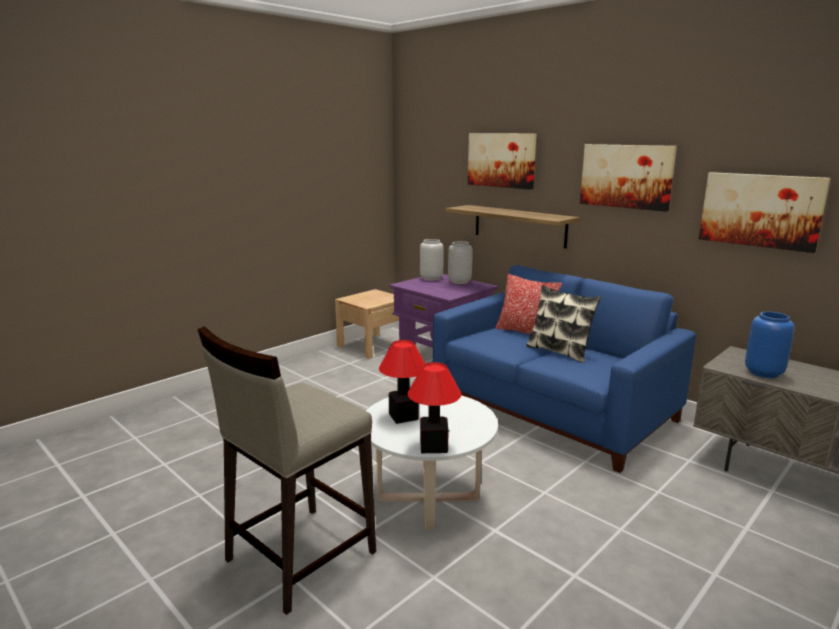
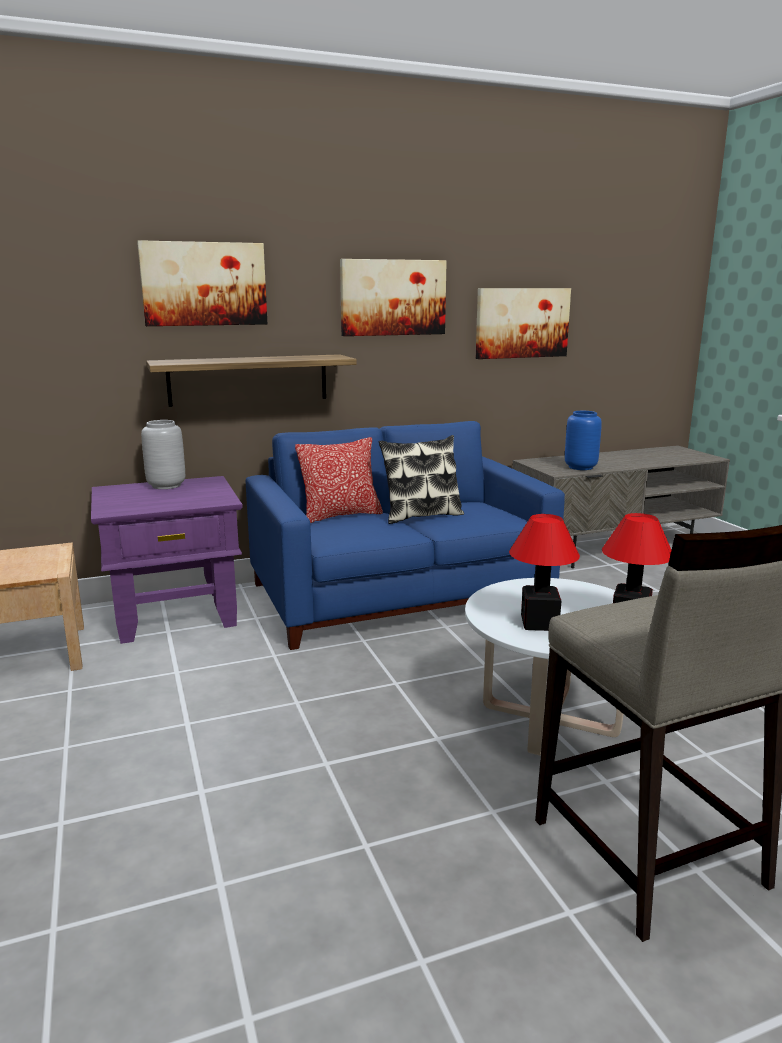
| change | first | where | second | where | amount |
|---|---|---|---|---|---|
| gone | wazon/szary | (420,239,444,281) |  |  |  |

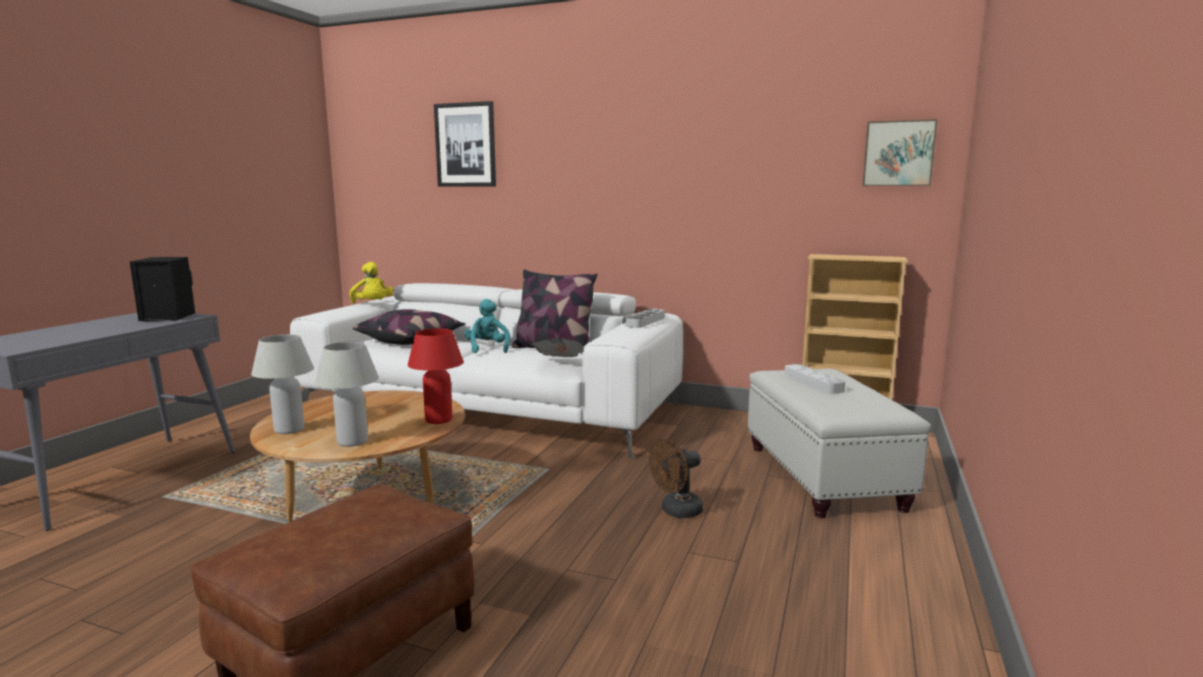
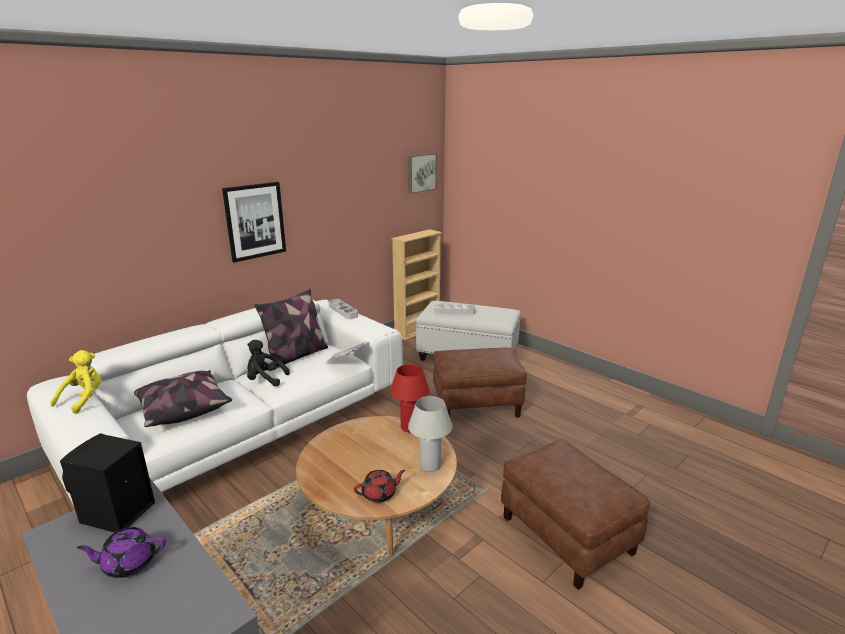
| change | first | where | second | where | amount |
|---|---|---|---|---|---|
| rotated | pluszak/żółty | (350,262,393,303) |  | (50,350,102,414) | 60 degrees counterclockwise |
| new |  |  | imbryk/fioletowy | (77,527,166,578) |  |
| shifted | obraz | (434,101,496,187) |  | (222,182,286,263) |  |
| repainted | pluszak/turkusowy | (464,299,510,353) | pluszak/czarny | (247,340,290,387) |  |
| swapped | lampa stołowa/biały | (251,334,314,434) | imbryk/czerwony | (354,470,405,503) |  |
| swapped | wentylator/brązowy | (649,438,703,518) | pufa/brązowy | (433,347,527,418) |  |

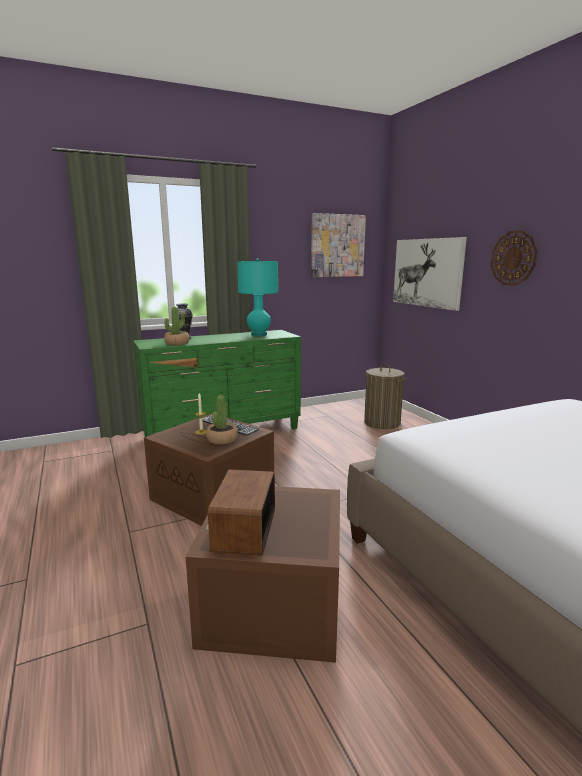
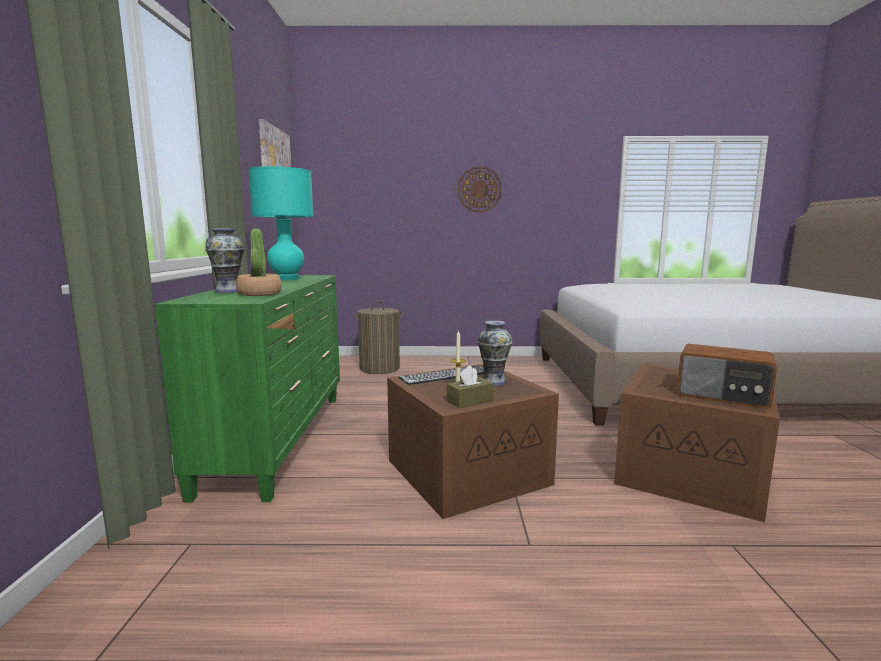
| change | first | where | second | where | amount |
|---|---|---|---|---|---|
| new |  |  | pudełko chusteczek/brązowy | (447,365,494,408) |  |
| swapped | roślina doniczkowa | (206,395,238,444) | wazon | (478,320,513,386) |  |
| gone | obraz | (393,237,467,311) |  |  |  |

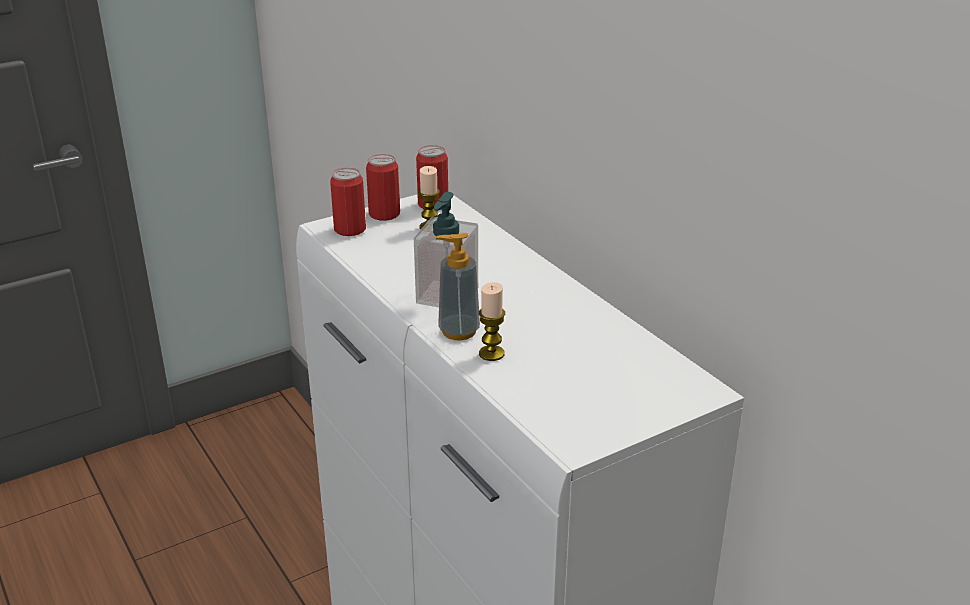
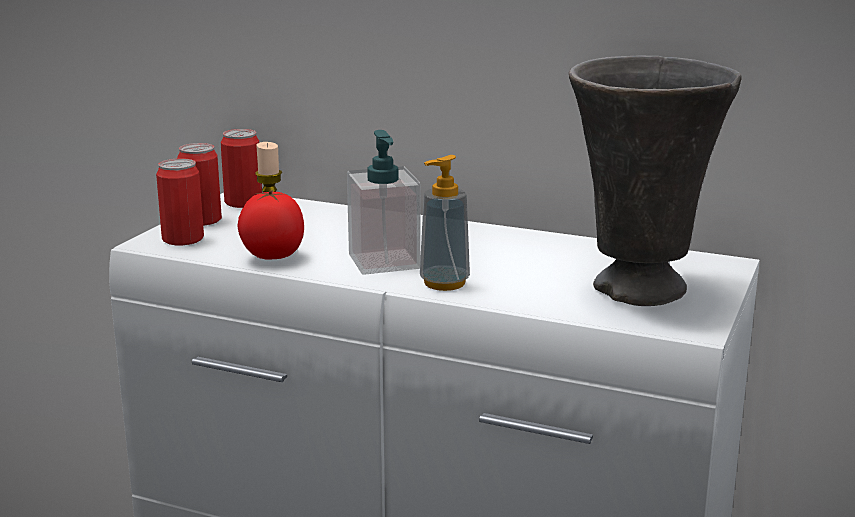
| change | first | where | second | where | amount |
|---|---|---|---|---|---|
| new |  |  | pomidor | (238,190,304,260) |  |
| new |  |  | wazon/szary | (569,55,742,306) |  |
| gone | świeca | (479,282,505,361) |  |  |  |

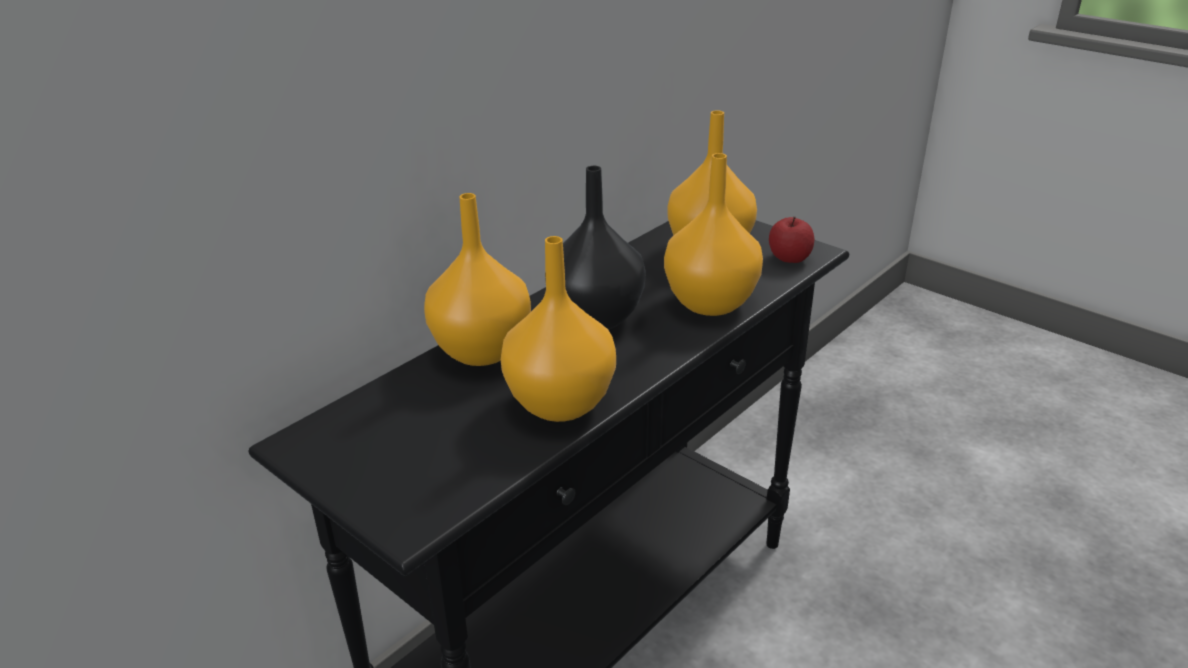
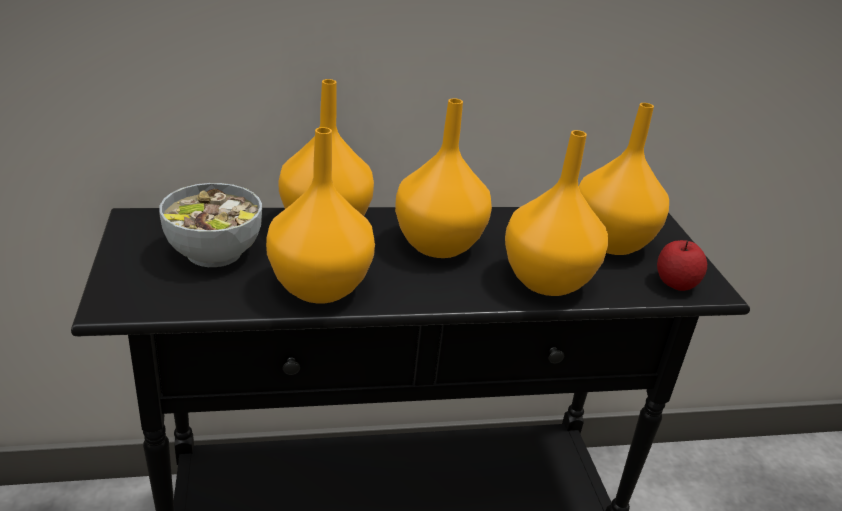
| change | first | where | second | where | amount |
|---|---|---|---|---|---|
| new |  |  | miska | (159,183,262,267) |  |
| repainted | wazon/czarny | (545,166,646,329) | wazon/pomarańczowy | (395,98,492,258) |  |

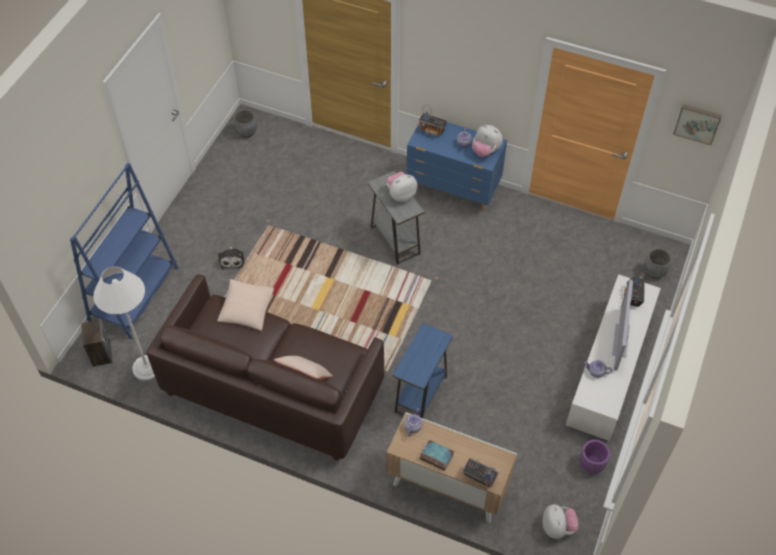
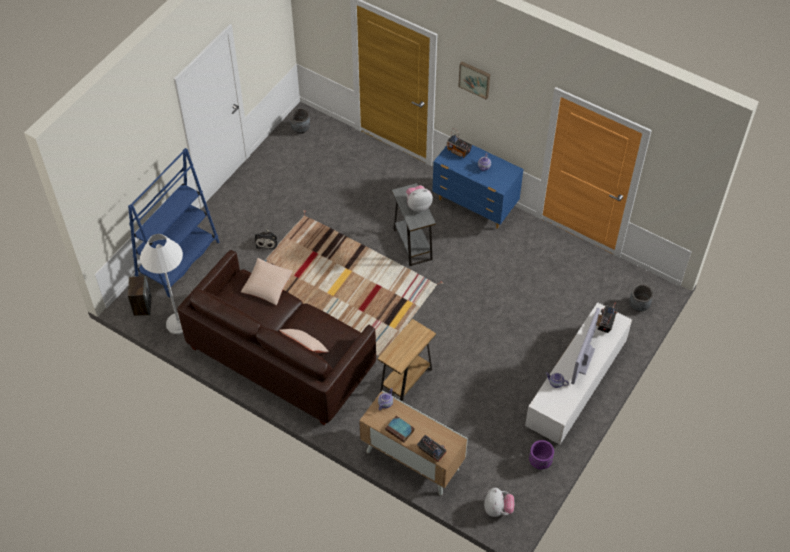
| change | first | where | second | where | amount |
|---|---|---|---|---|---|
| repainted | stolik/niebieski | (392,323,453,418) | stolik/brązowy | (377,319,436,402) |  |
| shifted | obraz | (673,104,722,145) |  | (458,62,490,99) |  |
| gone | pluszak | (472,125,503,157) |  |  |  |

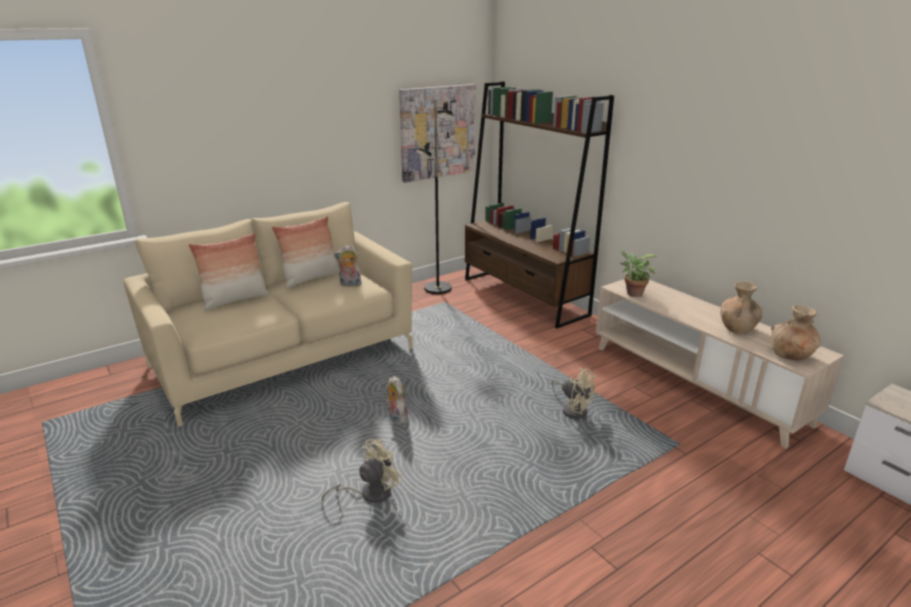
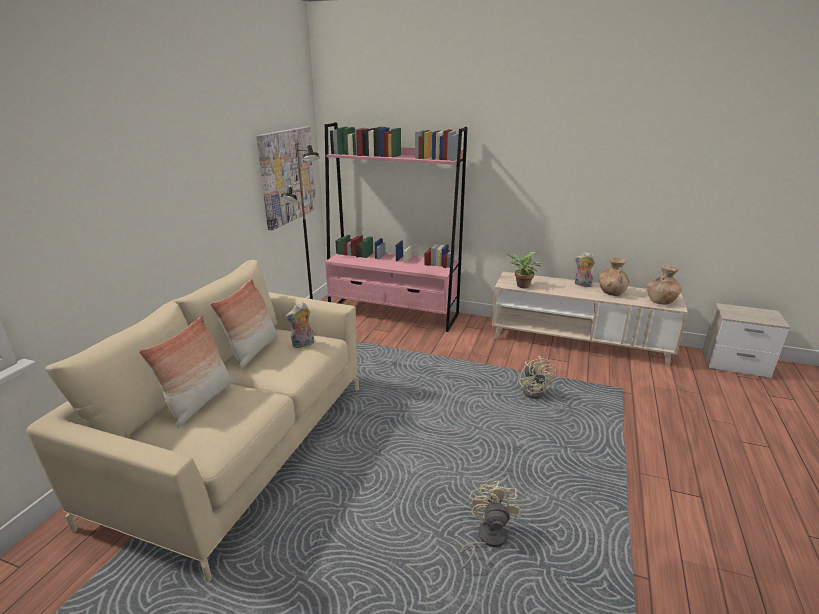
| change | first | where | second | where | amount |
|---|---|---|---|---|---|
| repainted | regał/brązowy | (465,81,614,328) | regał/różowy | (325,122,467,332) |  |
| rotated | wentylator/beżowy | (551,368,596,419) |  | (519,356,556,399) | 75 degrees clockwise |
| shifted | pluszak | (386,376,408,424) |  | (575,252,595,287) |  |

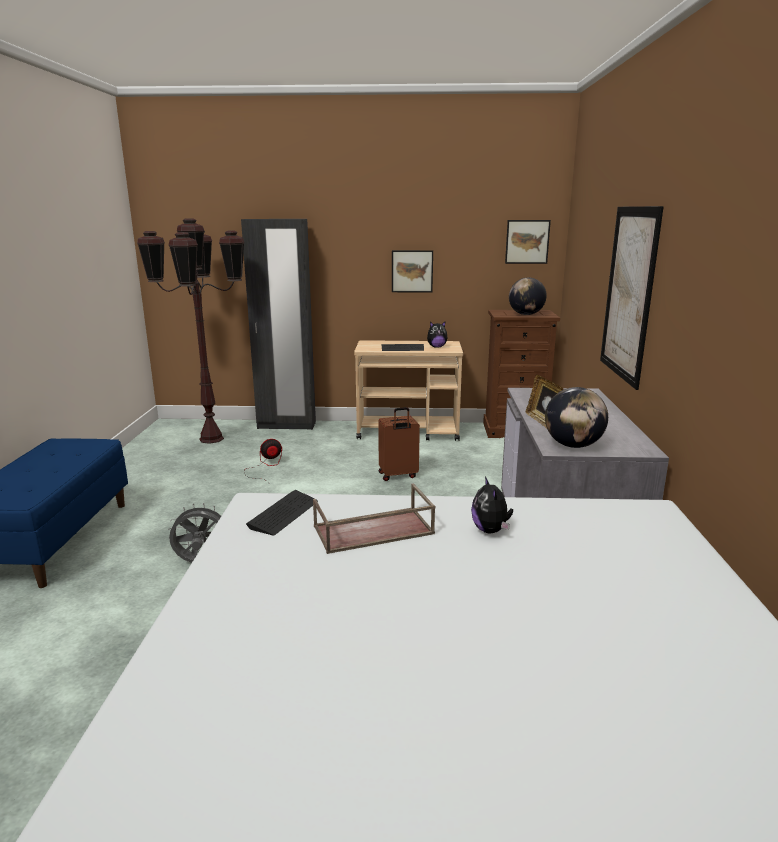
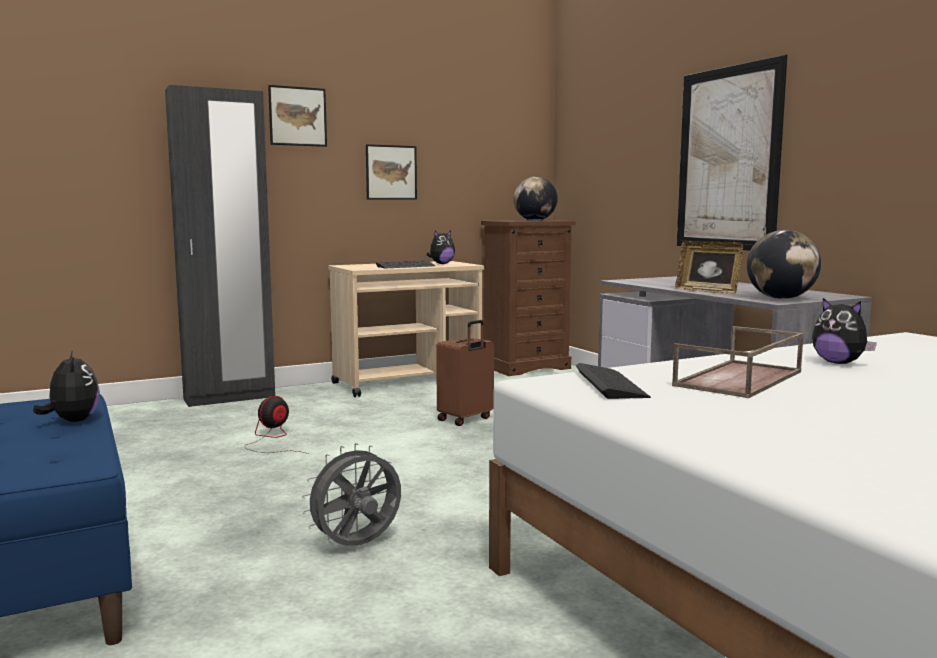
| change | first | where | second | where | amount |
|---|---|---|---|---|---|
| new |  |  | pluszak | (33,350,100,422) |  |
| shifted | obraz | (505,220,551,264) |  | (268,85,327,147) |  |
| gone | lampa stojąca/brązowy | (137,218,244,444) |  |  |  |

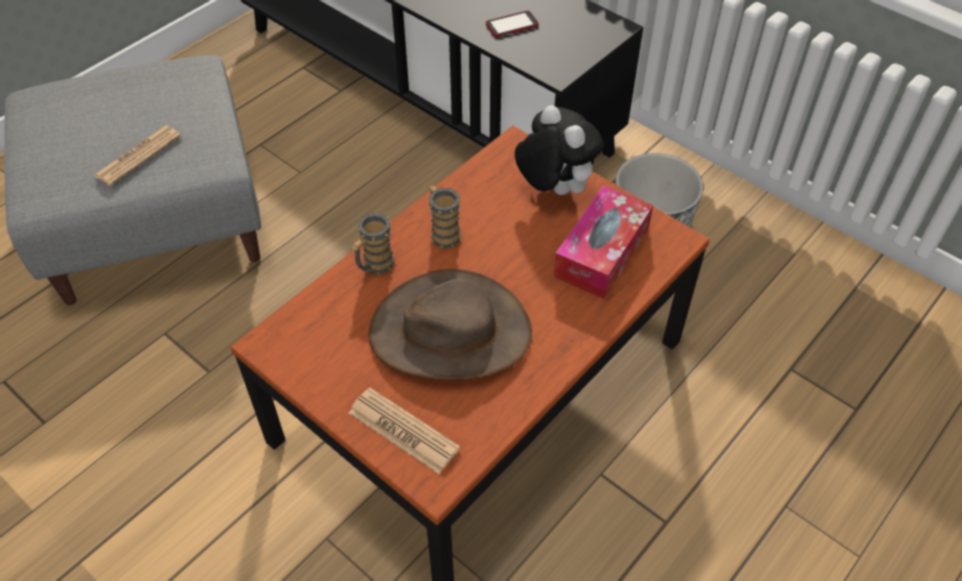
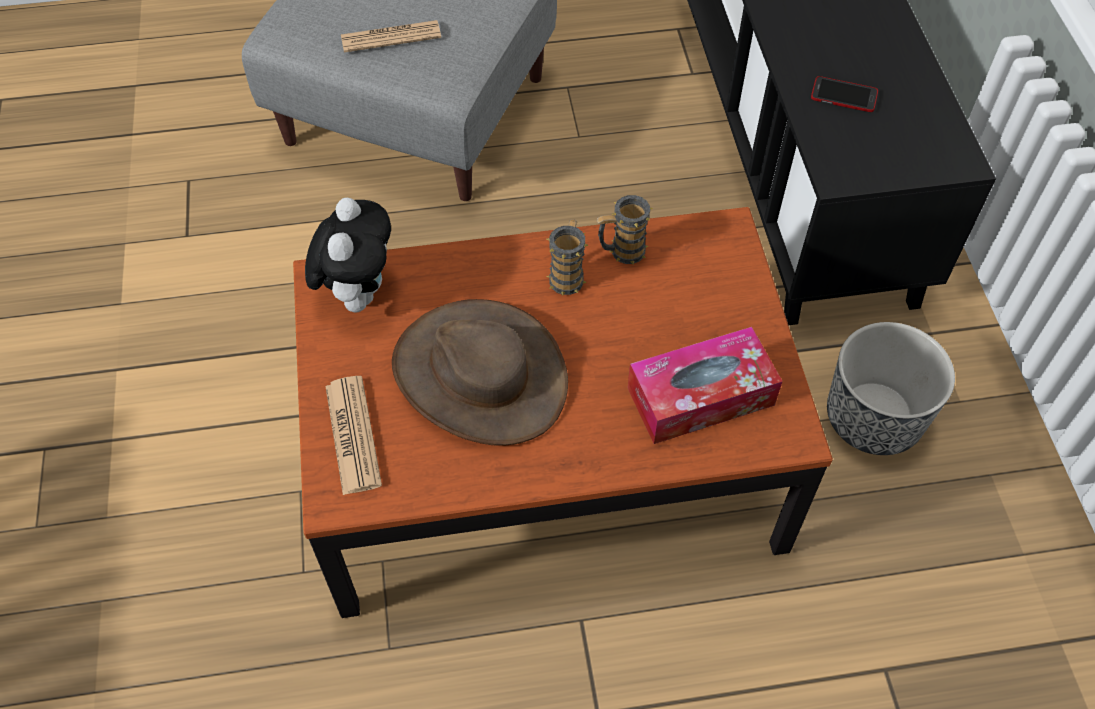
| change | first | where | second | where | amount |
|---|---|---|---|---|---|
| shifted | pluszak | (515,105,604,195) |  | (305,198,391,312) |  |
| shifted | kubek | (351,213,396,275) |  | (597,195,653,265) |  |

